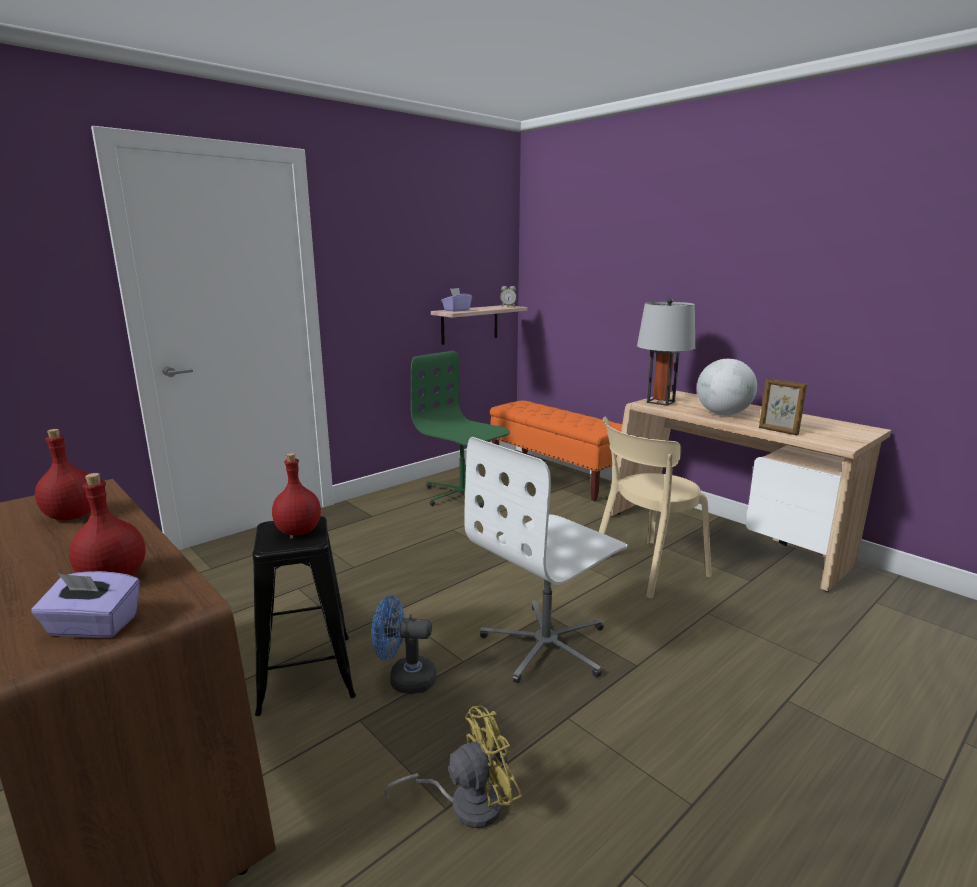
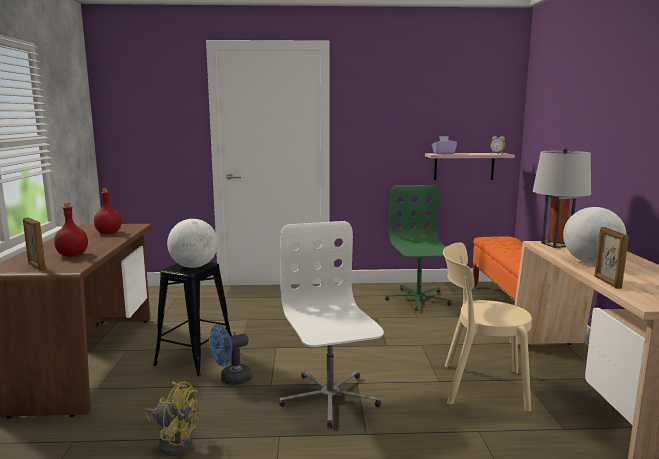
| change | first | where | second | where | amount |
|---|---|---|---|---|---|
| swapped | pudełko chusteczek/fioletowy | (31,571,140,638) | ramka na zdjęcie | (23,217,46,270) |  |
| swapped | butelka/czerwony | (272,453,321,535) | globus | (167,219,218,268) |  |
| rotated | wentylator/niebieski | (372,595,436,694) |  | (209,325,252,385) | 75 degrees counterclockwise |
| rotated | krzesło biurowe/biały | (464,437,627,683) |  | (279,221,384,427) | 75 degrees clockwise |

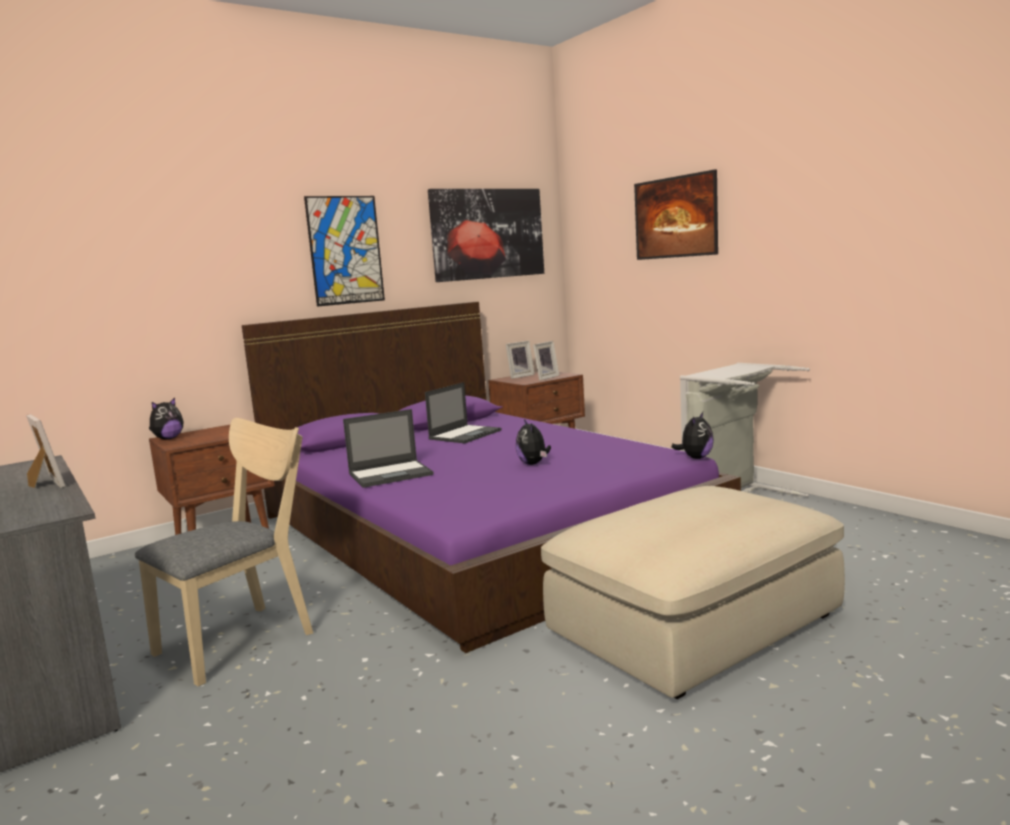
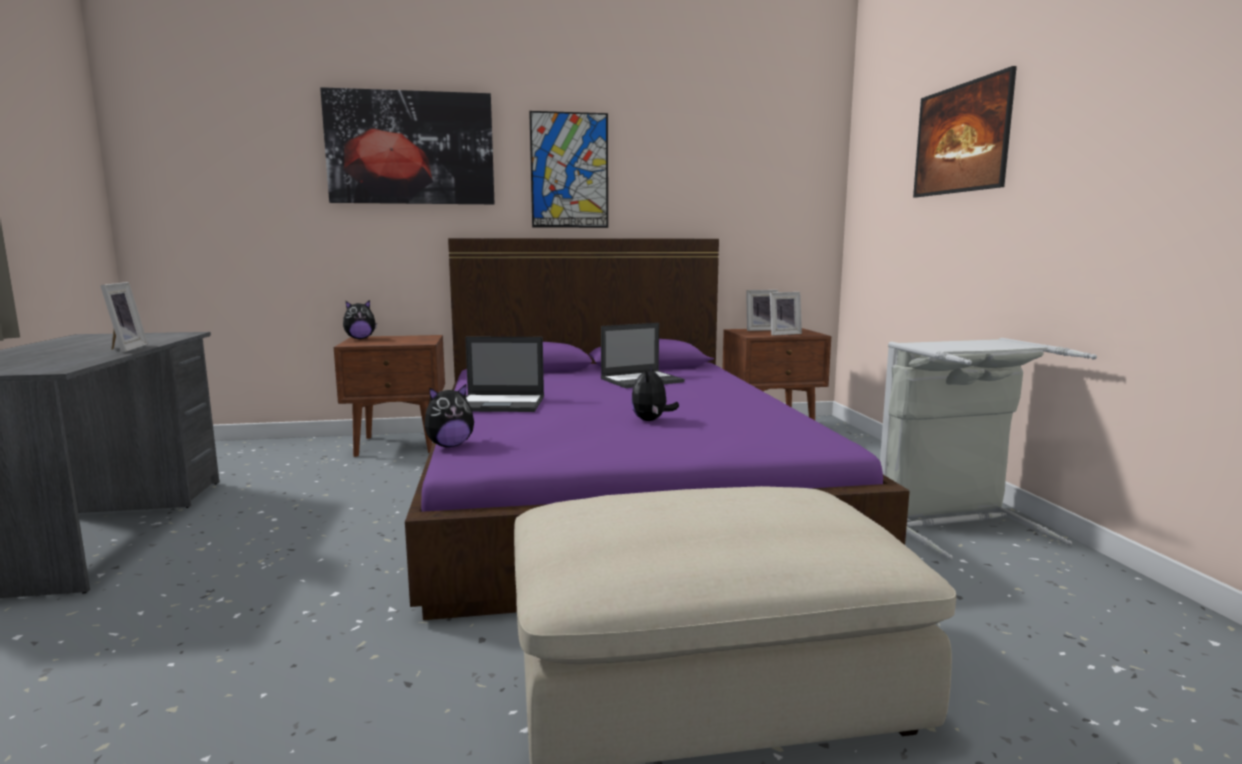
| change | first | where | second | where | amount |
|---|---|---|---|---|---|
| shifted | obraz | (428,189,544,282) |  | (320,87,495,204) |  |
| shifted | pluszak | (671,412,714,459) |  | (425,384,474,447) |  |
| gone | krzesło/beżowy | (135,418,313,686) |  |  |  |

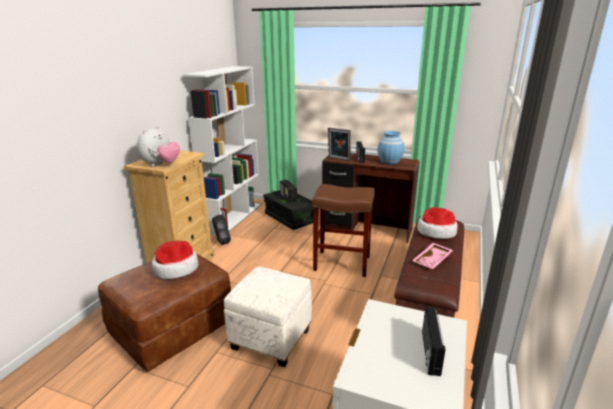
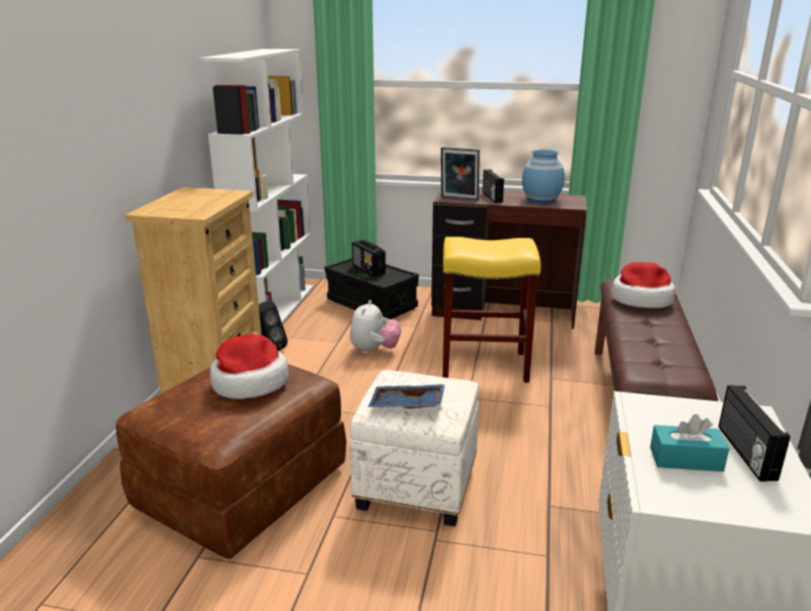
| change | first | where | second | where | amount |
|---|---|---|---|---|---|
| shifted | pluszak | (137,126,180,167) |  | (350,300,401,354) |  |
| new |  |  | taca/niebieski | (368,384,445,409) |  |
| repainted | stołek/brązowy | (312,184,375,277) | stołek/żółty | (443,237,541,383) |  |
| new |  |  | pudełko chusteczek/turkusowy | (650,414,729,472) |  |
| gone | taca/różowy | (412,243,453,269) |  |  |  |

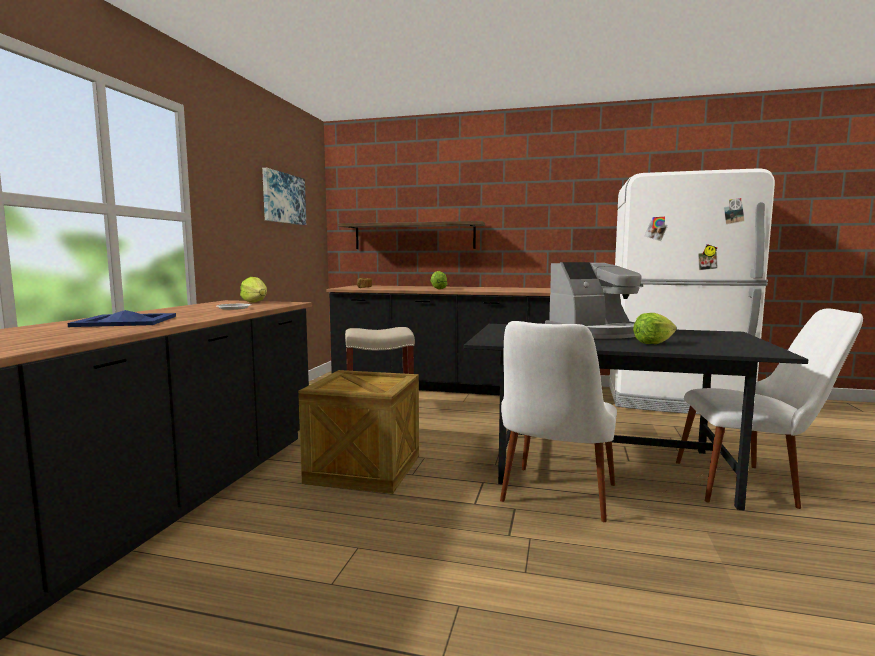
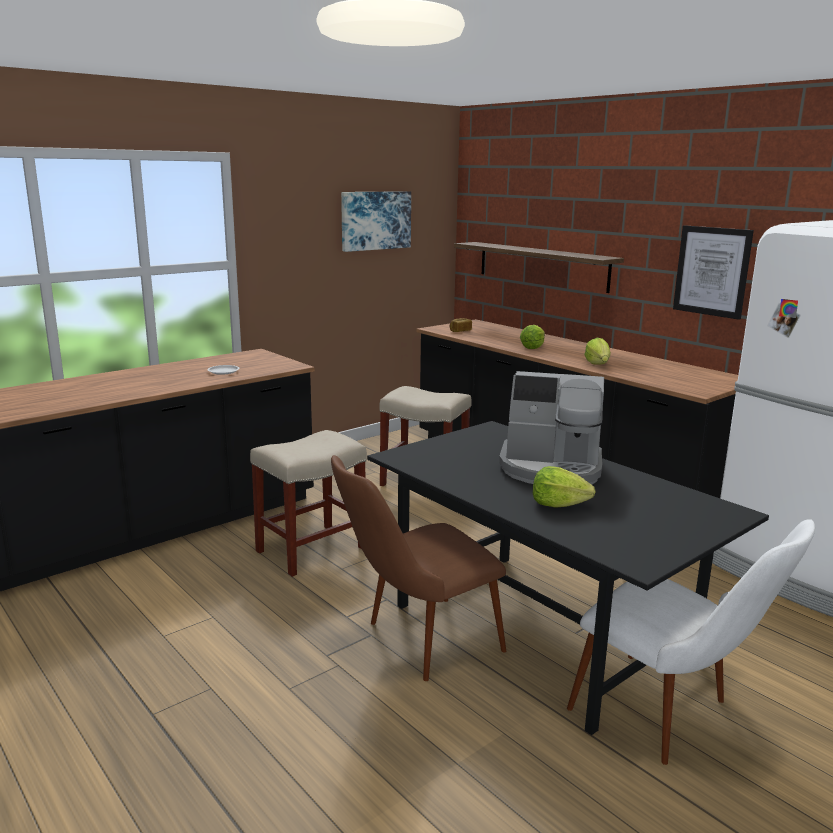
| change | first | where | second | where | amount |
|---|---|---|---|---|---|
| swapped | skrzynka | (298,370,419,494) | stołek/beżowy | (250,430,367,577) |  |
| repainted | krzesło/biały | (500,321,617,522) | krzesło/brązowy | (331,455,506,681) |  |
| shifted | sałata | (240,277,267,303) |  | (584,338,611,365) |  |
| new |  |  | obraz | (673,225,754,320) |  |
| gone | taca/niebieski | (68,310,176,327) |  |  |  |

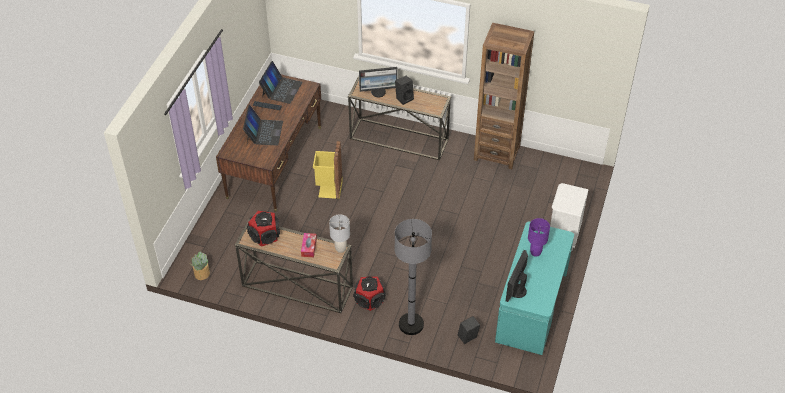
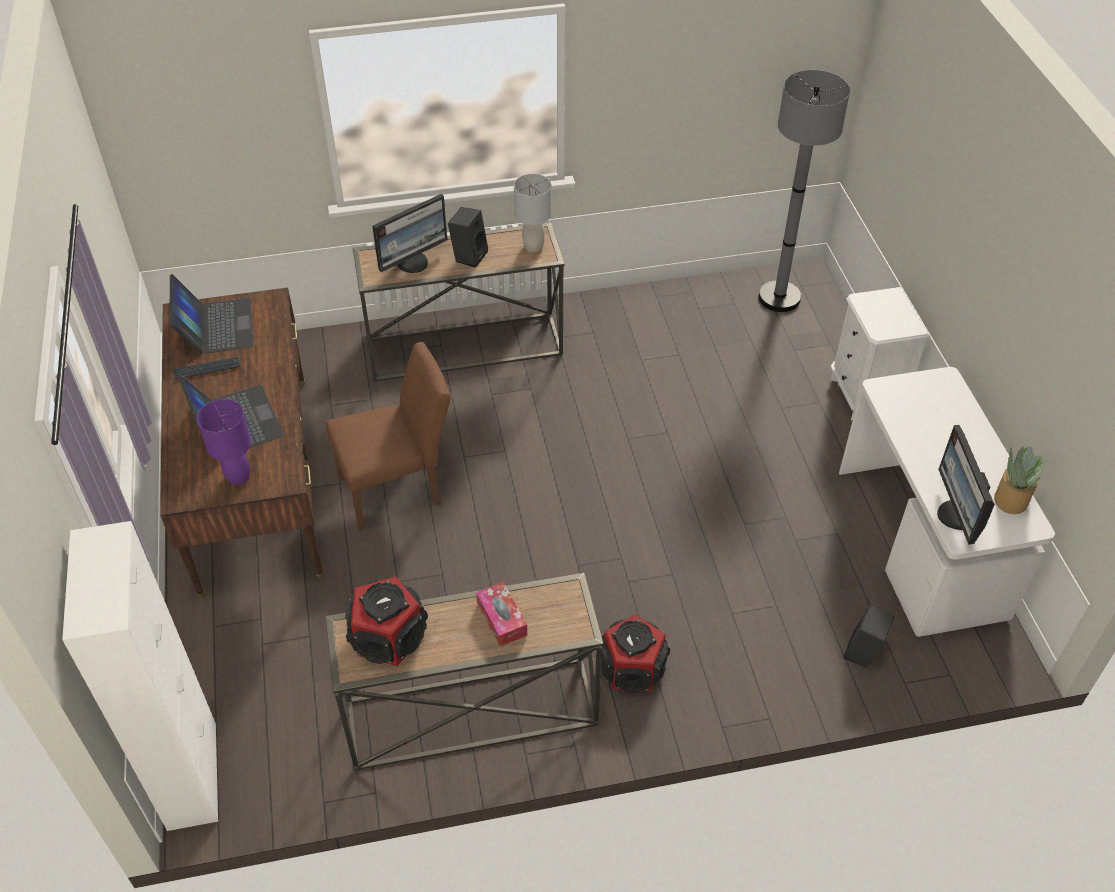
| change | first | where | second | where | amount |
|---|---|---|---|---|---|
| new |  |  | szafka/biały | (62,521,218,831) |  |
| shifted | lampa stołowa/fioletowy | (528,218,550,257) |  | (197,399,251,485) |  |
| swapped | kosz na śmieci/żółty | (313,141,343,199) | krzesło/brązowy | (326,342,451,532) |  |
| shifted | lampa stołowa/szary | (329,214,350,253) |  | (514,174,552,252) |  |
| shifted | lampa stojąca/szary | (395,219,432,335) |  | (758,70,850,312) |  |
| repainted | biurko/turkusowy | (495,222,574,355) | biurko/biały | (839,367,1055,637) |  |
| shifted | roślina doniczkowa | (189,251,210,280) |  | (994,446,1047,514) |  |
| gone | regał/brązowy | (474,23,534,169) |  |  |  |

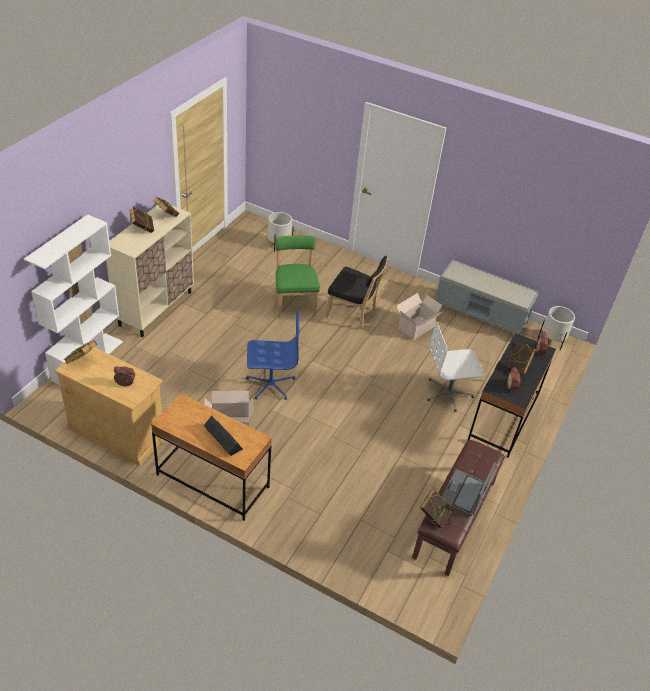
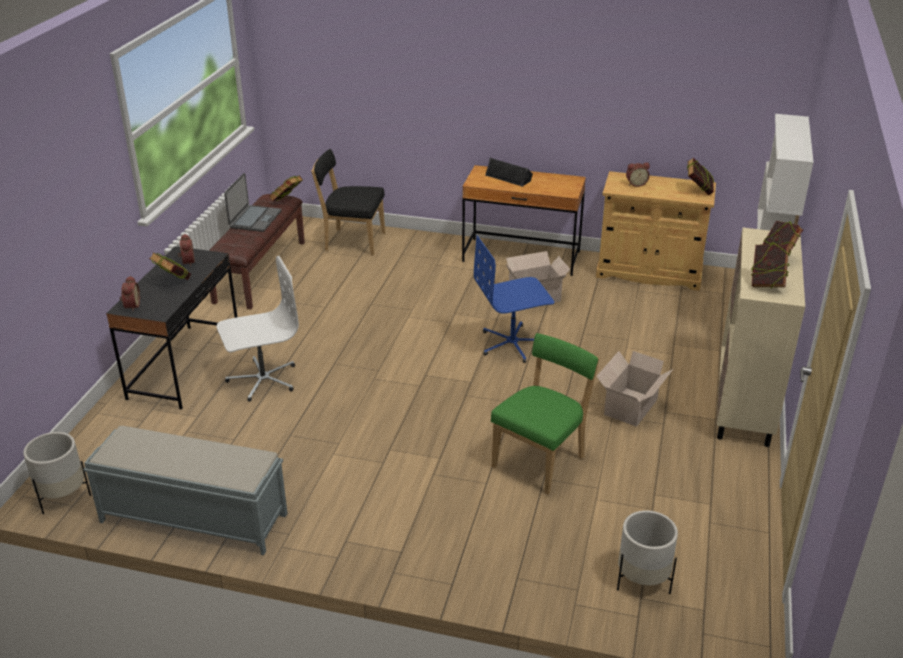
| change | first | where | second | where | amount |
|---|---|---|---|---|---|
| shifted | krzesło/czarny | (326,256,389,330) |  | (311,149,385,255) |  |
| rotated | krzesło/zielony | (275,236,320,318) |  | (491,333,599,495) | 120 degrees counterclockwise |
| shifted | karton | (396,293,444,340) |  | (596,351,673,427) |  |

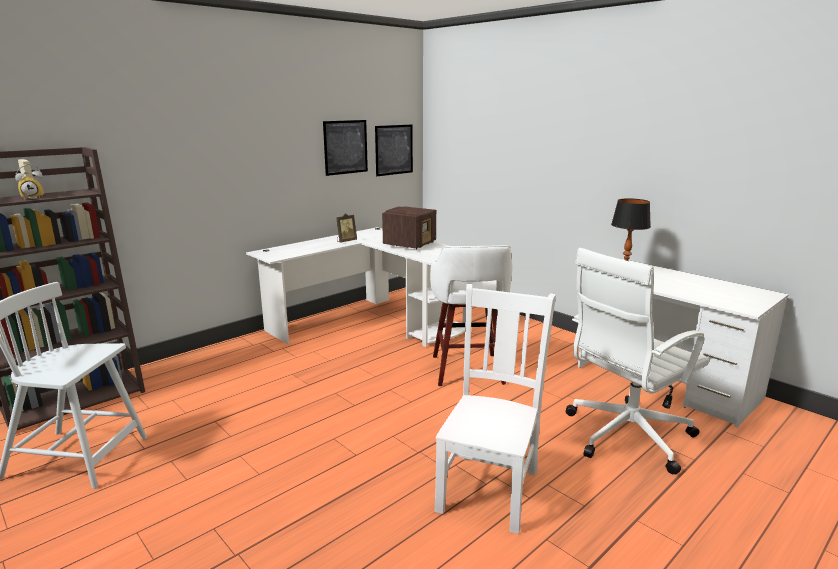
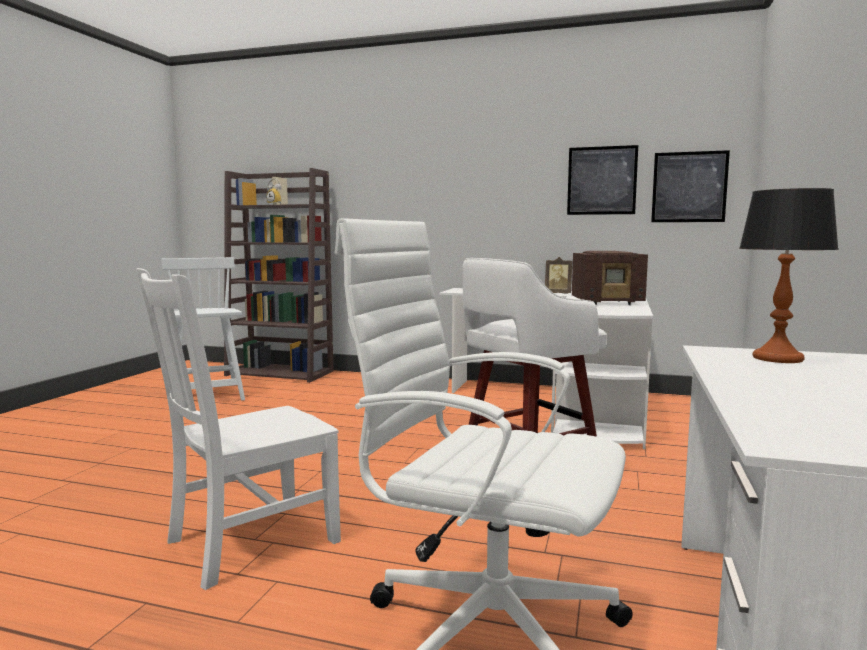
| change | first | where | second | where | amount |
|---|---|---|---|---|---|
| rotated | krzesło/biały | (434,284,556,534) |  | (136,268,341,590) | 150 degrees clockwise |

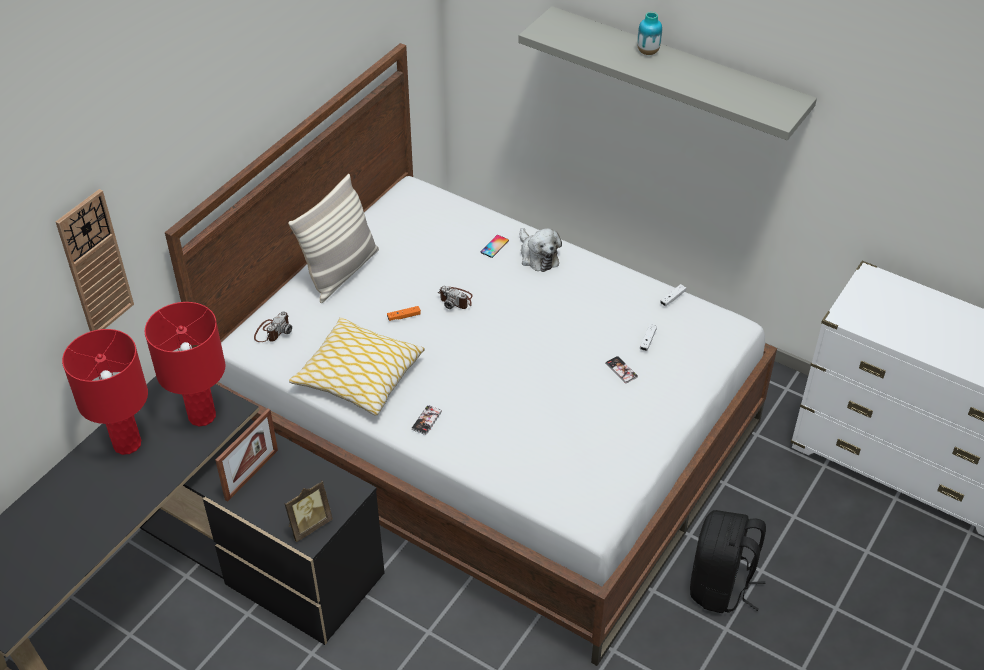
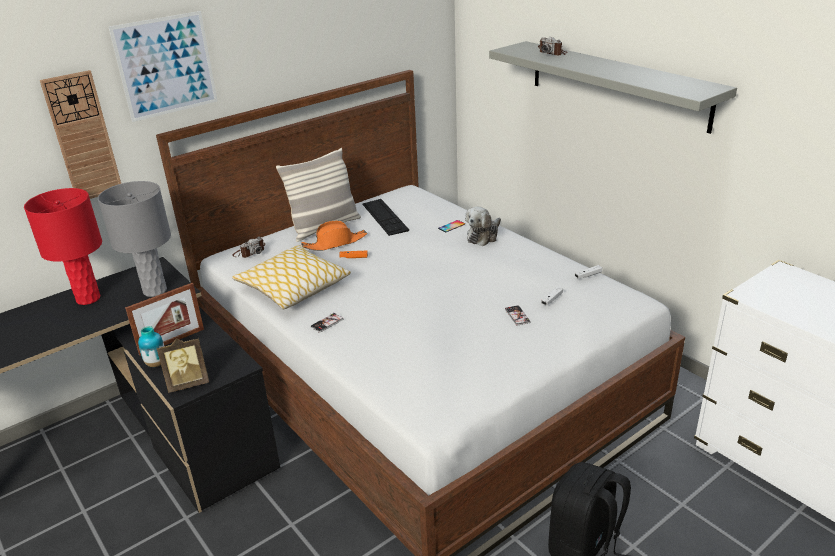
| change | first | where | second | where | amount |
|---|---|---|---|---|---|
| repainted | lampa stołowa/czerwony | (145,302,226,426) | lampa stołowa/szary | (98,181,171,297) |  |
| new |  |  | obraz | (109,11,217,122) |  |
| shifted | wazon | (637,12,662,55) |  | (138,326,164,367) |  |
| new |  |  | kapelusz/pomarańczowy | (301,221,367,251) |  |
| new |  |  | klawiatura | (362,199,409,236) |  |
| rotated | pluszak | (520,228,562,272) |  | (465,207,501,246) | 45 degrees clockwise |
| shifted | aparat fotograficzny | (438,286,473,309) |  | (538,37,568,55) |  |

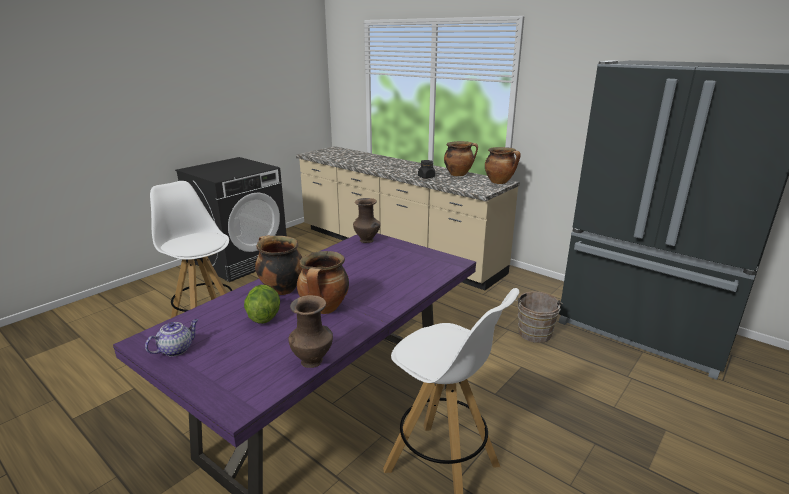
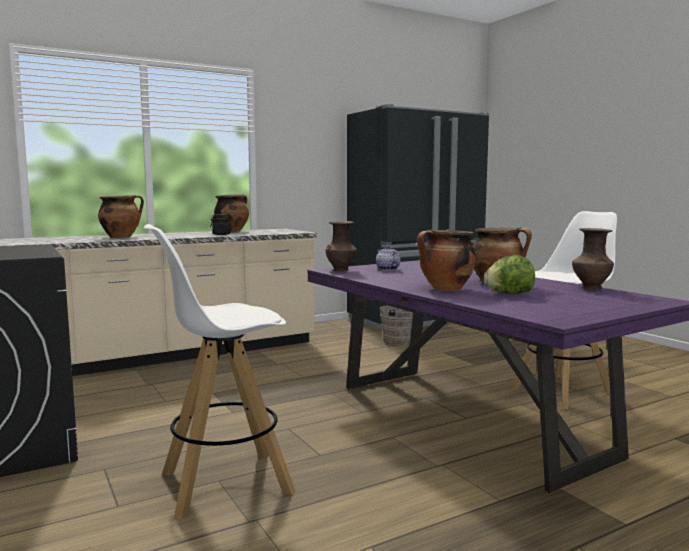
| change | first | where | second | where | amount |
|---|---|---|---|---|---|
| shifted | garnek | (485,147,521,184) |  | (98,195,144,238) |  |
| shifted | imbryk | (145,319,198,357) |  | (376,245,400,271) |  |

